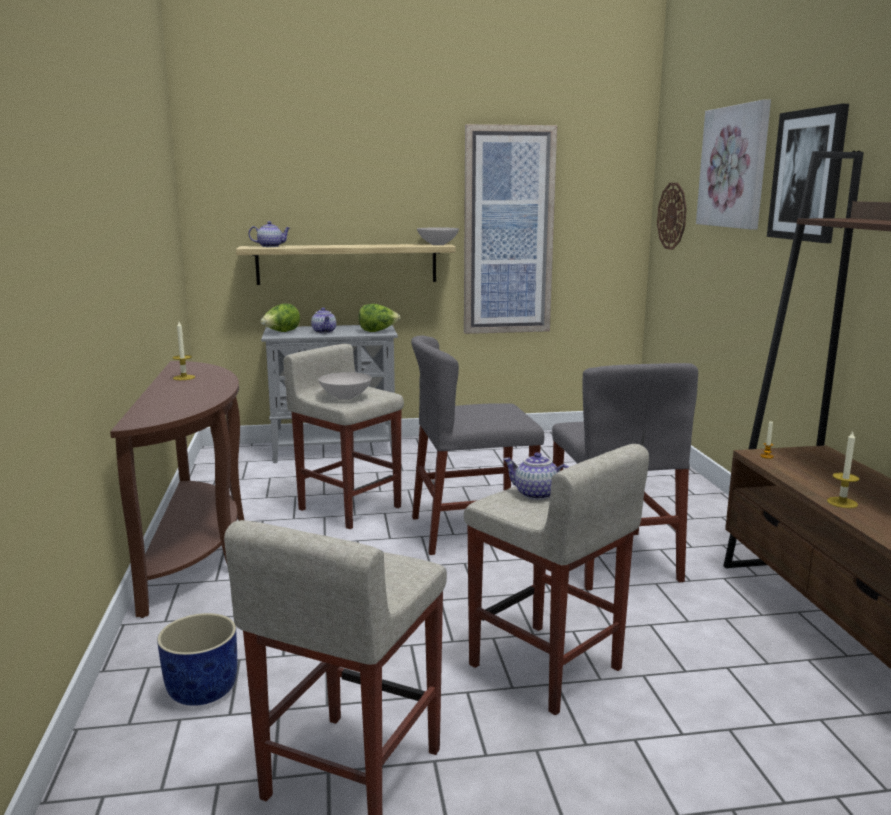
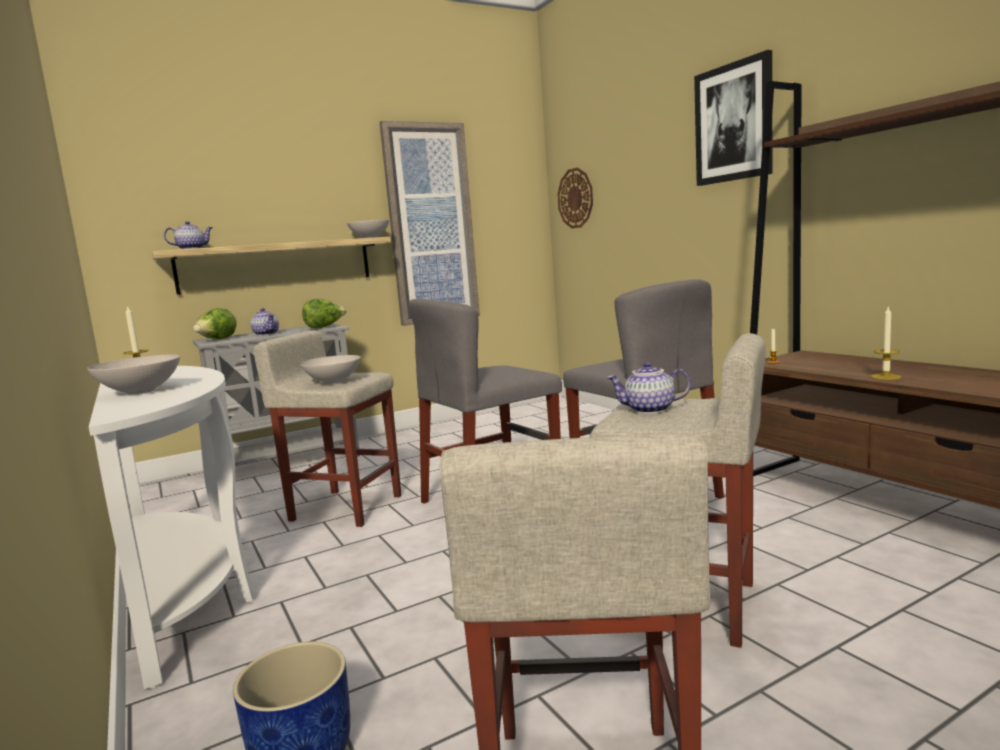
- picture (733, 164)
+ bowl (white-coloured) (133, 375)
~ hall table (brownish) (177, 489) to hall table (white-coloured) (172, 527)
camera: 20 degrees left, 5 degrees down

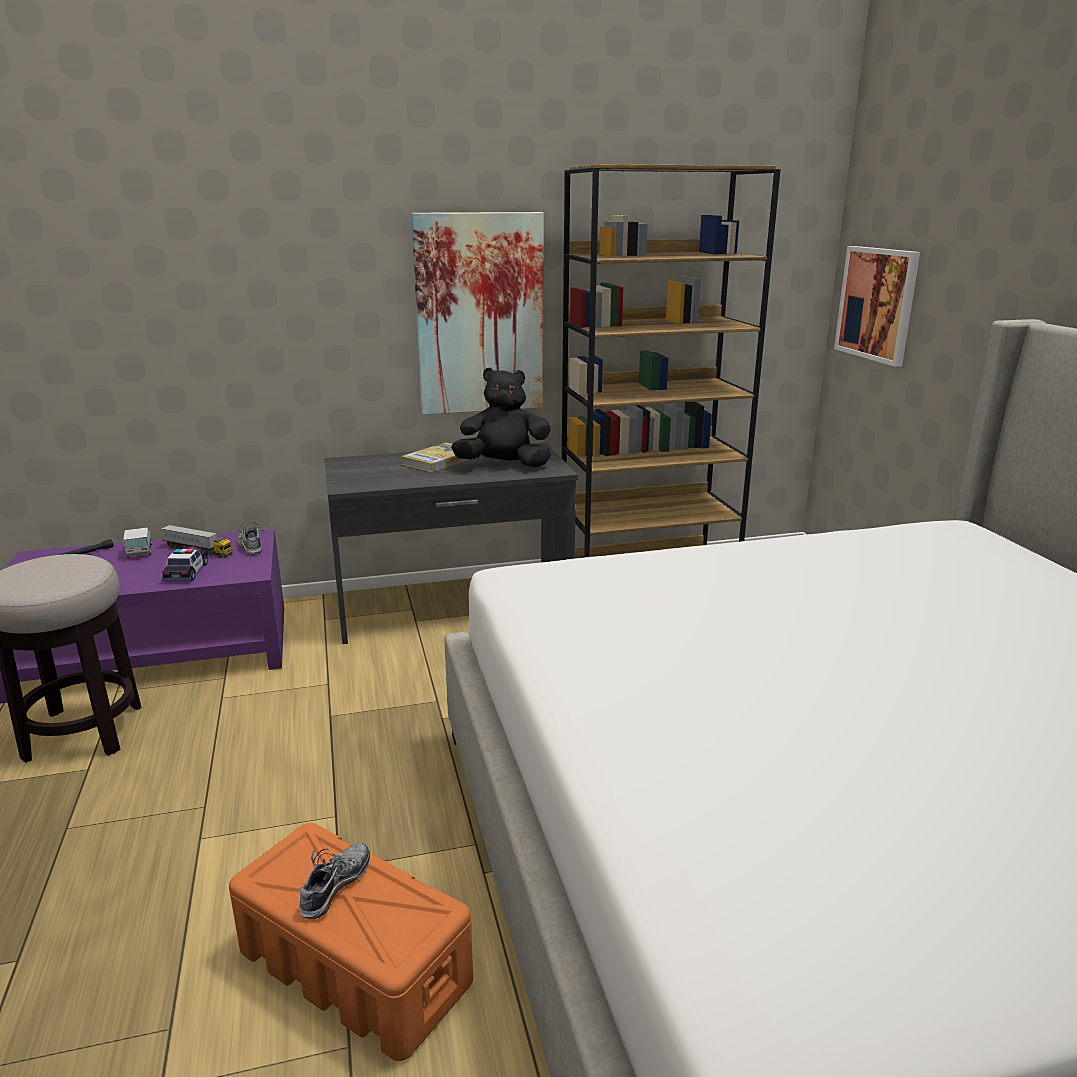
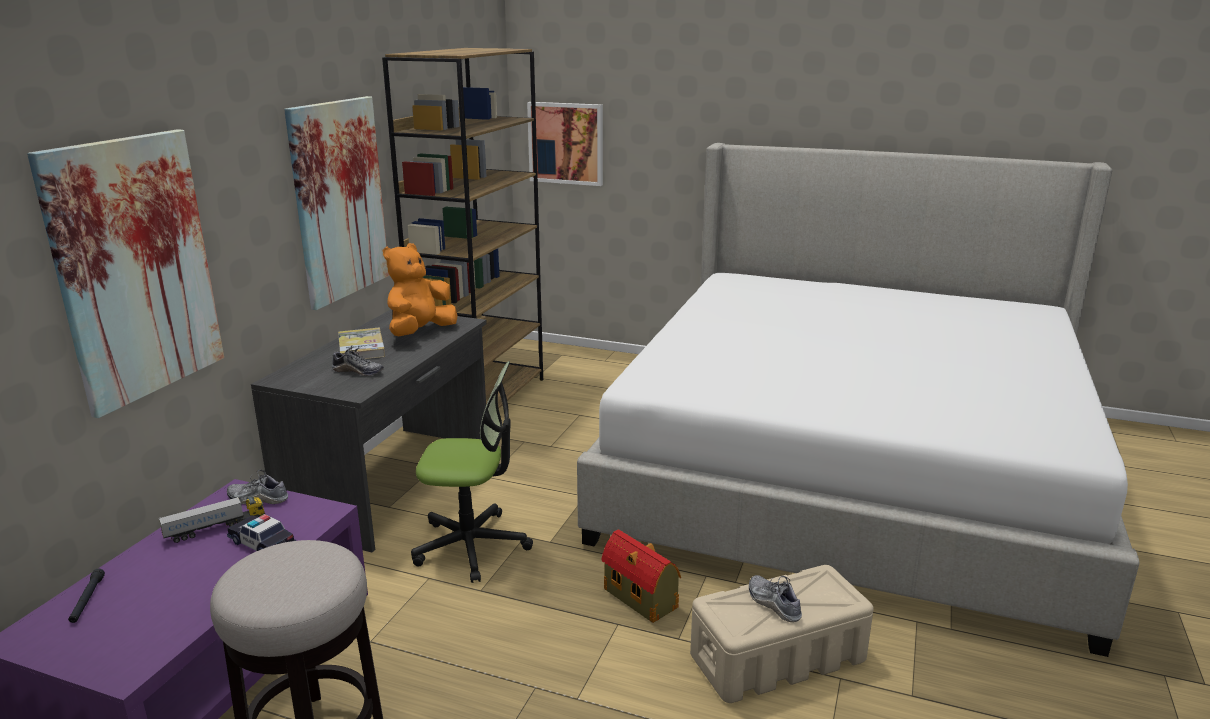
- toy truck (137, 542)
+ picture (125, 273)
+ item of footwear (358, 360)
+ computer chair (472, 472)
+ miniature house (641, 576)
~ storage box (orangey) (351, 942) to storage box (beige) (782, 634)
~ plush toy (black-coloured) (501, 417) to plush toy (orangey) (420, 289)
camera: 55 degrees left, 0 degrees up

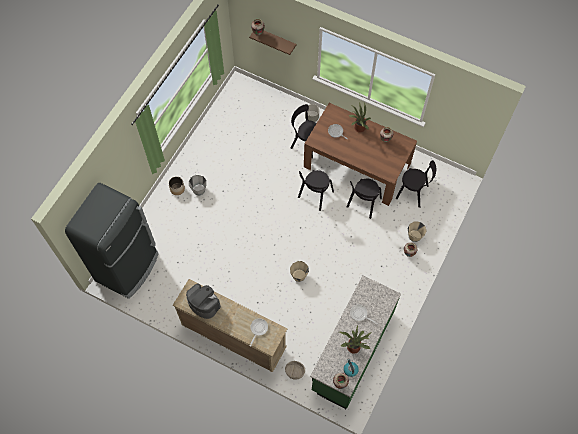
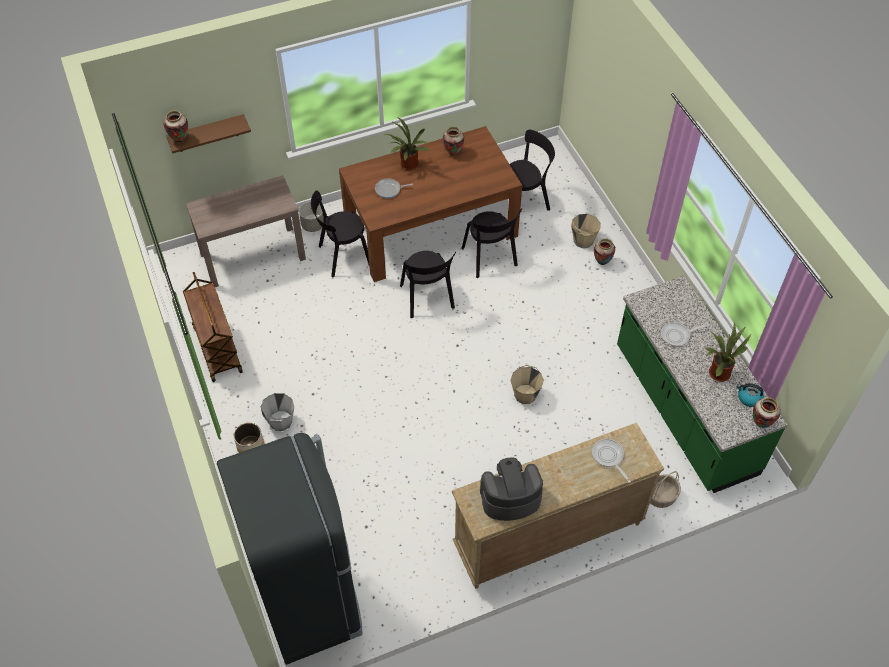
+ trolley (brownish) (213, 327)
+ hall table (brownish) (246, 231)
camera: 50 degrees left, 10 degrees down

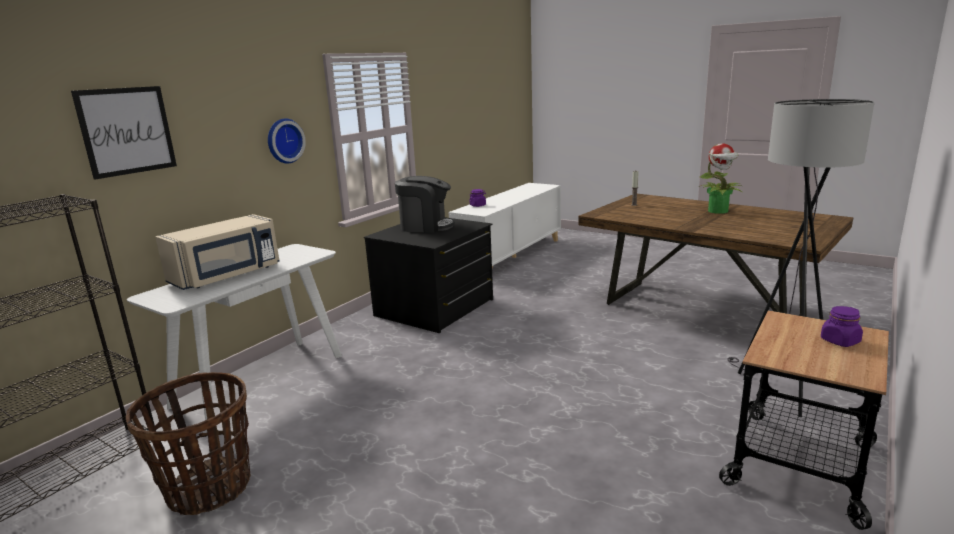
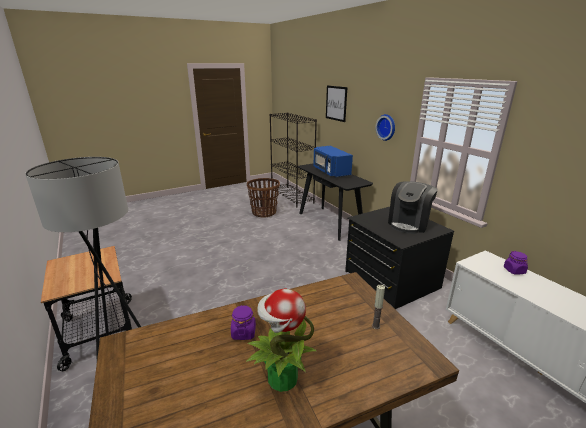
~ jar (purple-coloured) (842, 326) to (243, 322)
~ hall table (white-coloured) (234, 332) to hall table (black-coloured) (335, 202)
~ kitchen microwave (beige) (217, 252) to kitchen microwave (blue-coloured) (333, 162)
camera: 115 degrees right, 5 degrees up

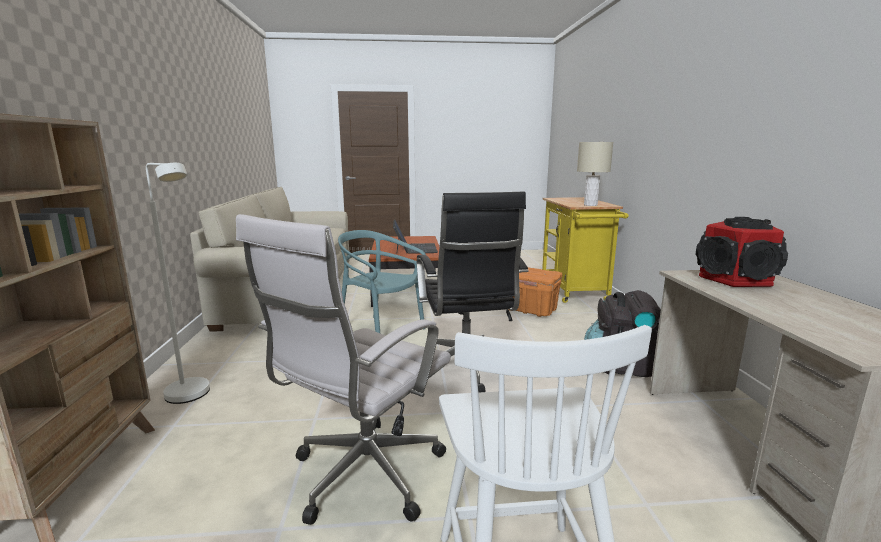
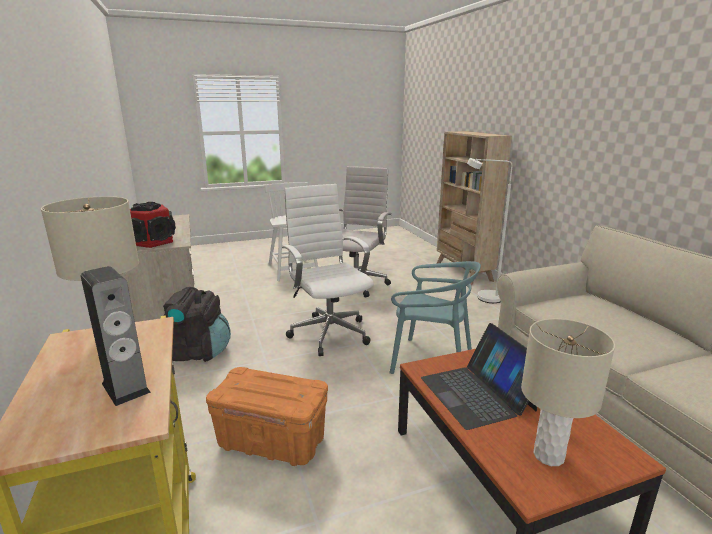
+ audio speaker (116, 336)
+ table lamp (beige) (568, 392)
~ computer chair (black-coloured) (472, 292) to computer chair (white-coloured) (328, 270)
camera: 165 degrees right, 5 degrees up

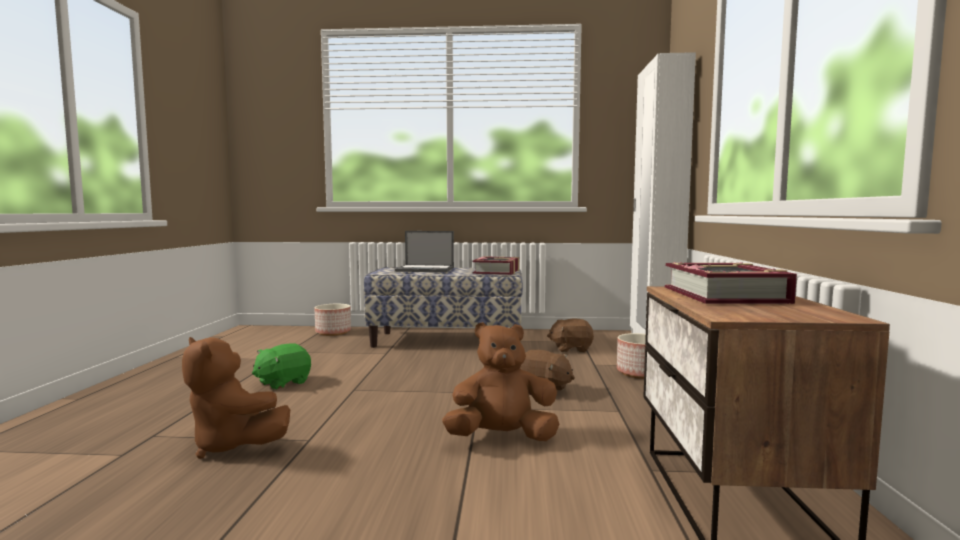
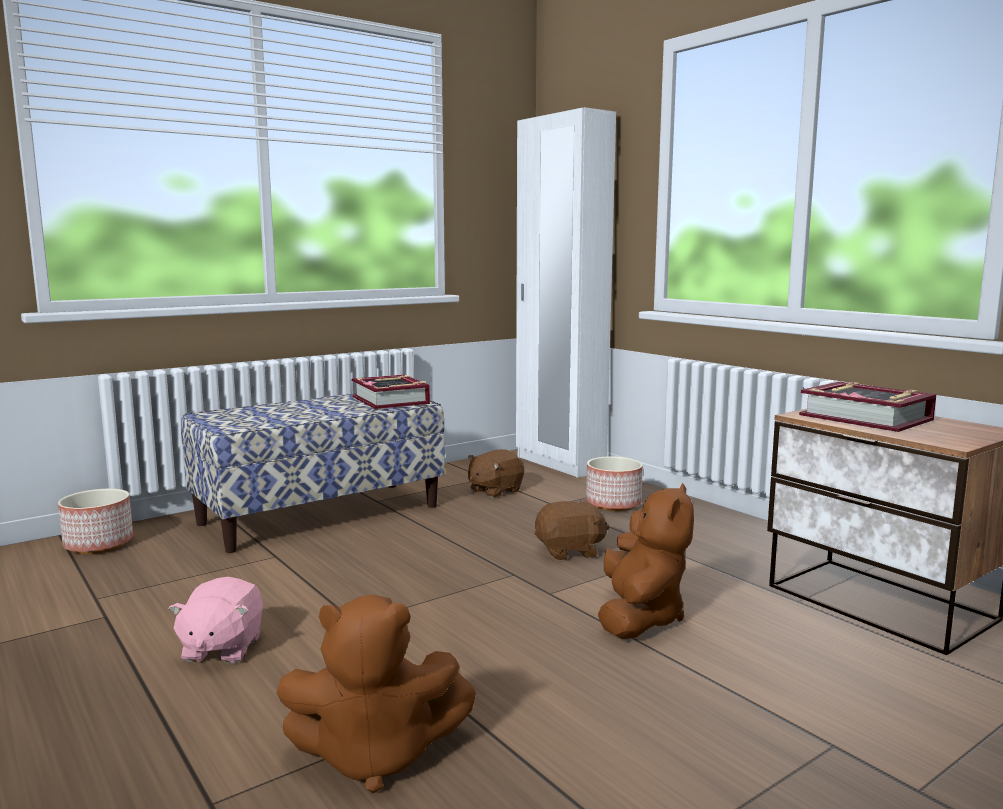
- notebook computer (424, 251)
~ plush toy (green-coloured) (281, 366) to plush toy (pinkish) (216, 620)
~ plush toy (brownish) (500, 381) = (646, 561) 150 degrees clockwise
camera: 40 degrees left, 5 degrees up

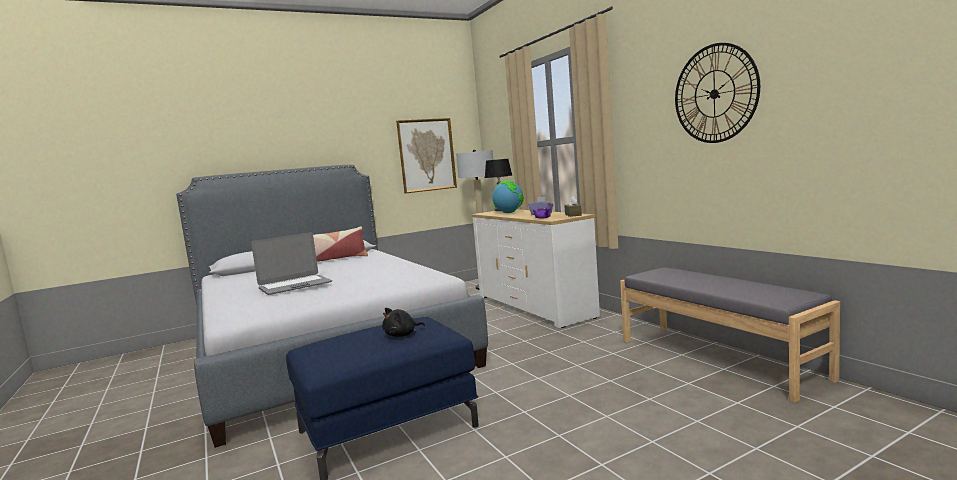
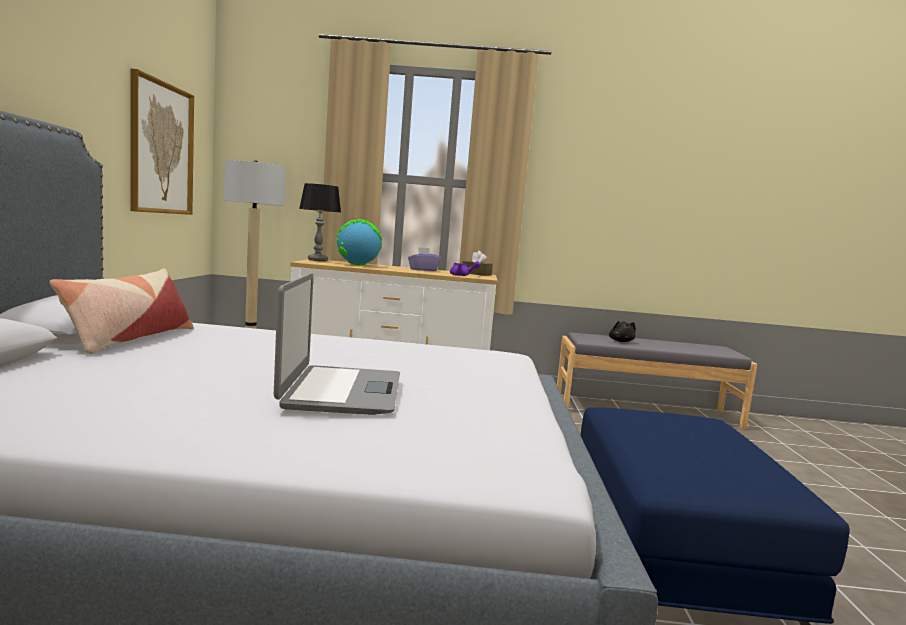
- clock on the wall (717, 93)
~ plush toy (black-coloured) (403, 322) to (622, 331)
camera: 60 degrees left, 0 degrees up

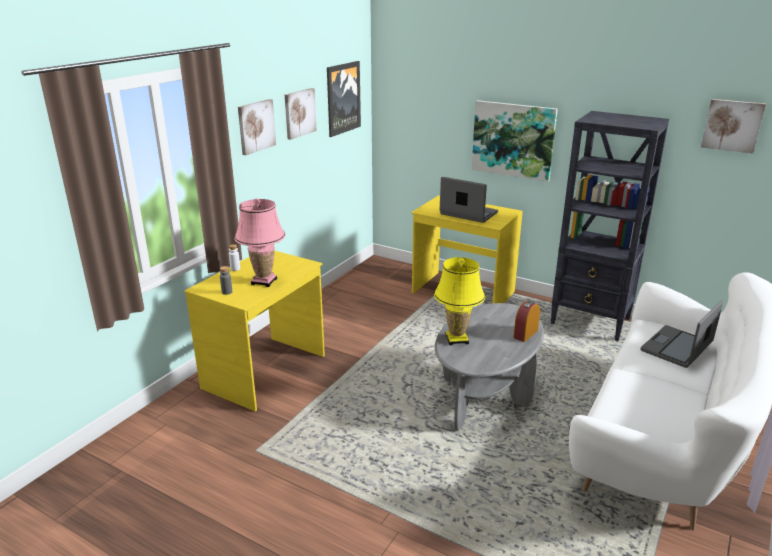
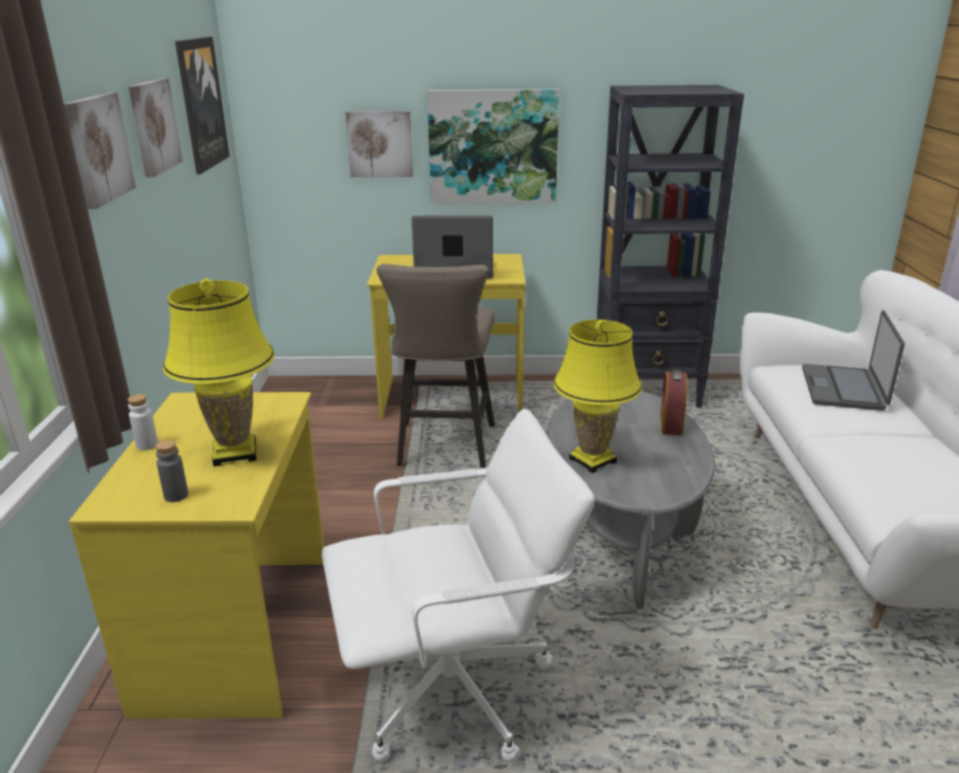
+ computer chair (white-coloured) (458, 585)
+ stool (beige) (435, 366)
~ picture (733, 126) to (379, 144)
~ table lamp (pinkish) (260, 242) to table lamp (yellowish) (219, 372)
camera: 30 degrees left, 0 degrees up

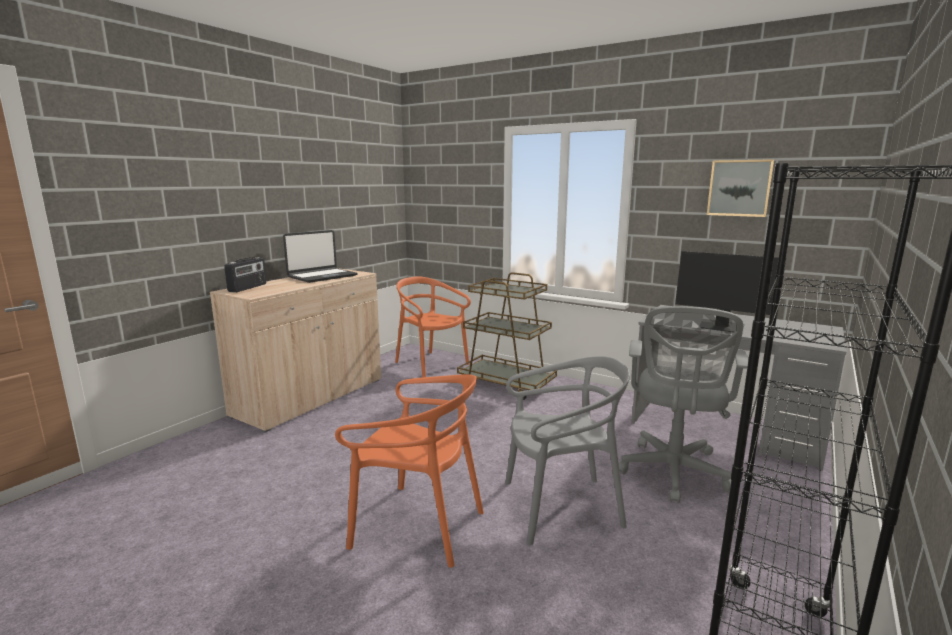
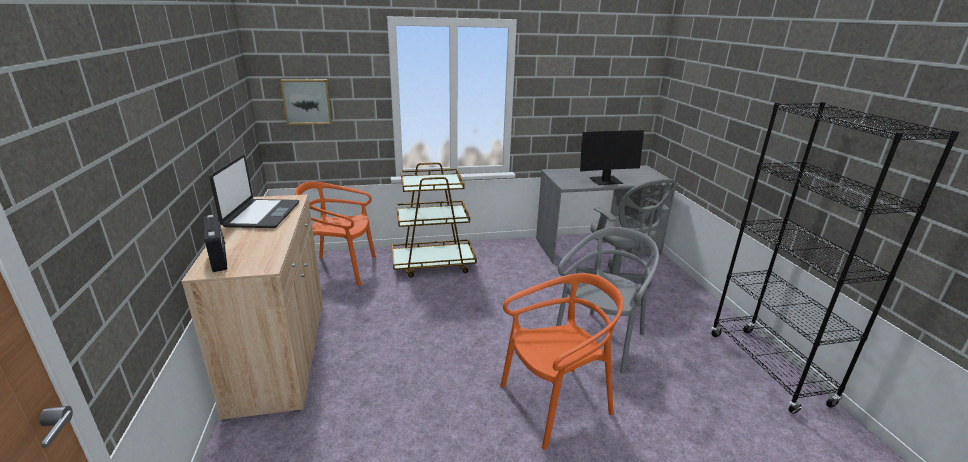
~ picture (740, 188) to (306, 102)
camera: 45 degrees left, 10 degrees up

